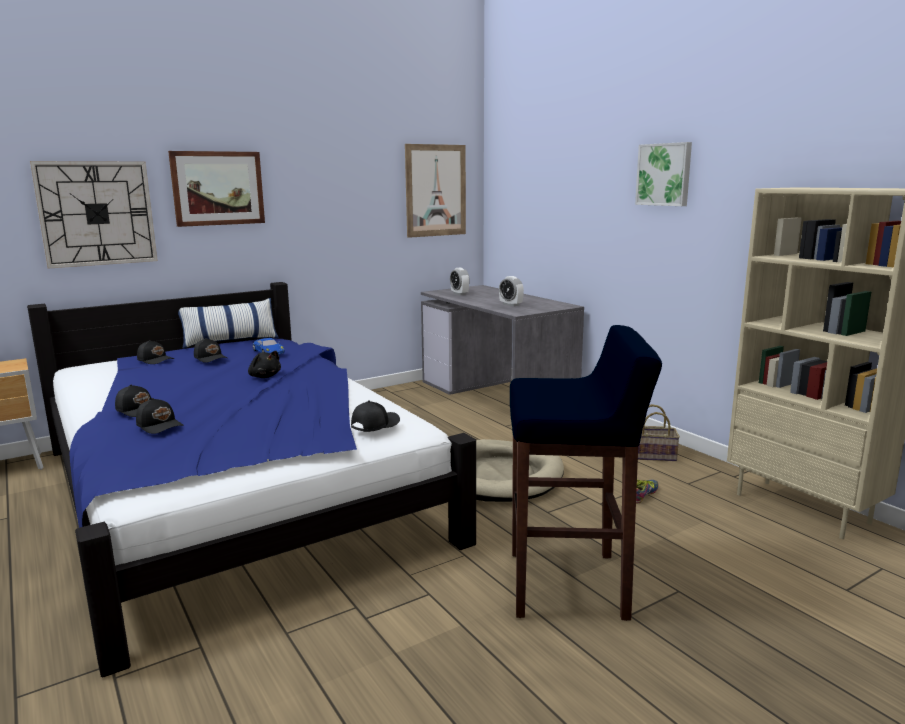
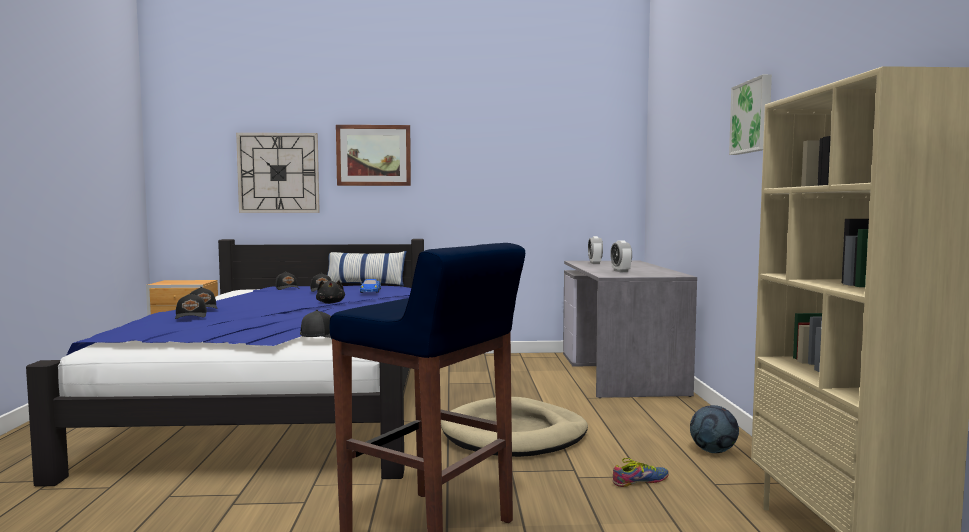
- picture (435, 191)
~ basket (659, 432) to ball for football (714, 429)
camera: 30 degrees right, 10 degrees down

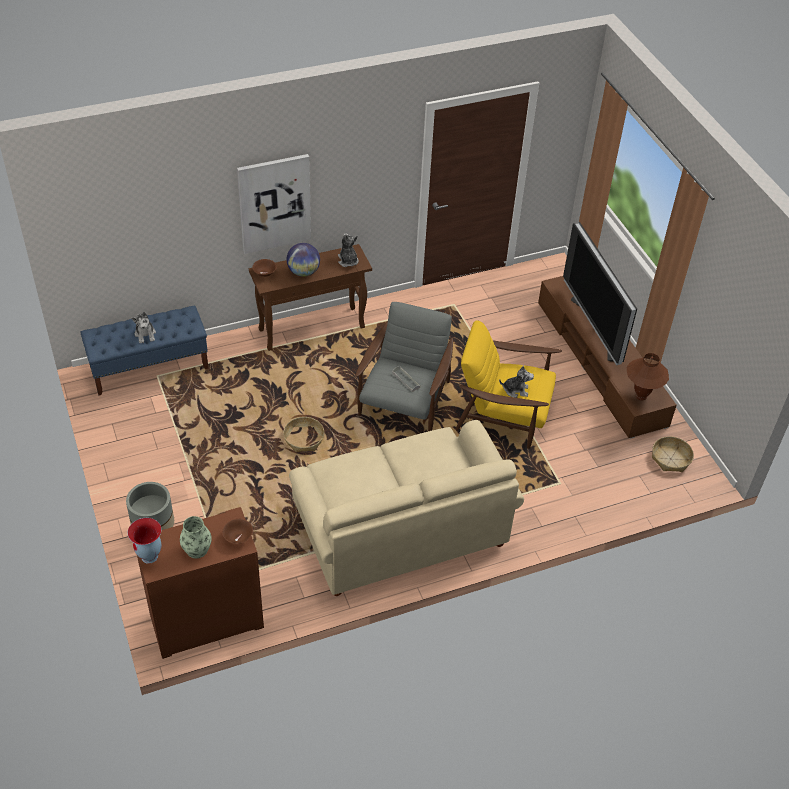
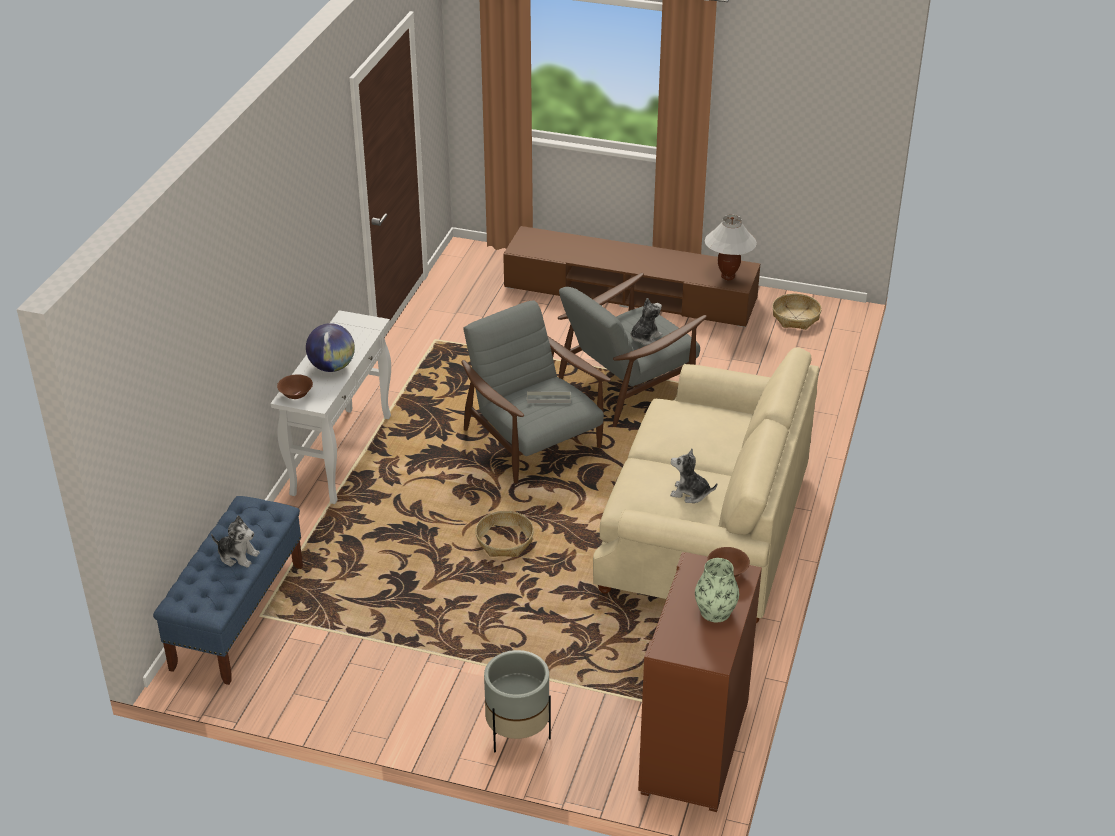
- flower vase (144, 541)
- picture (274, 204)
- television (600, 293)
~ plush toy (348, 250) to (693, 476)
~ hall table (brownish) (310, 297) to hall table (white-coloured) (331, 407)
~ lounge chair (yellowish) (509, 384) to lounge chair (grey) (632, 350)
~ table lamp (brownish) (648, 377) to table lamp (white-coloured) (731, 247)
camera: 50 degrees left, 10 degrees down

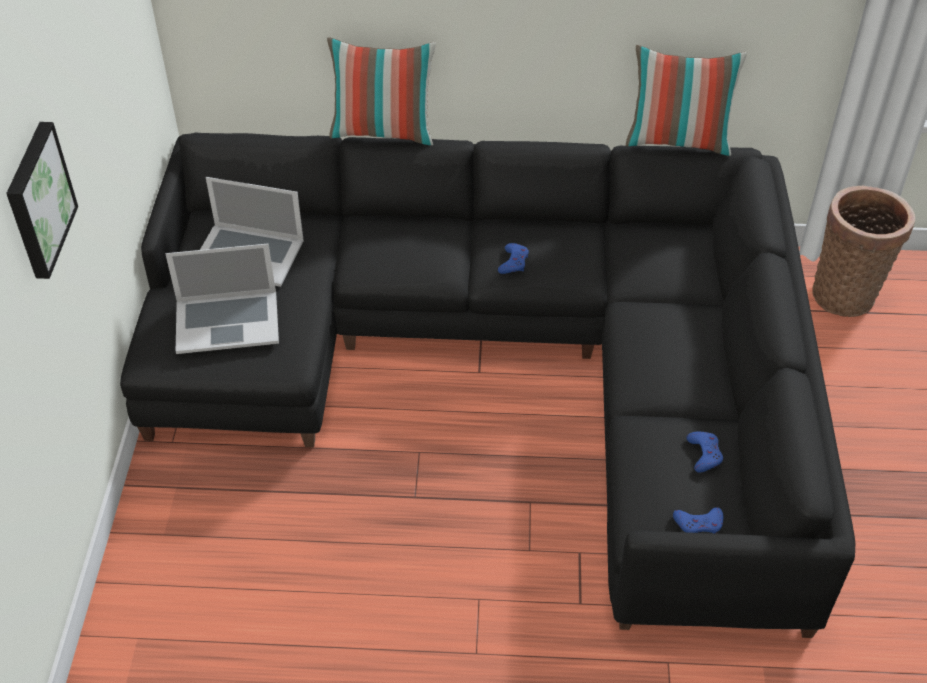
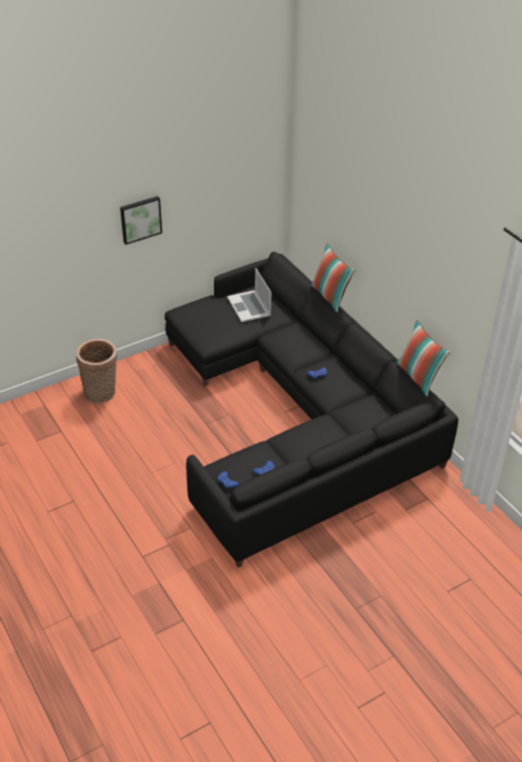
- notebook computer (222, 298)
~ basket (863, 251) to (96, 371)
camera: 55 degrees right, 5 degrees down

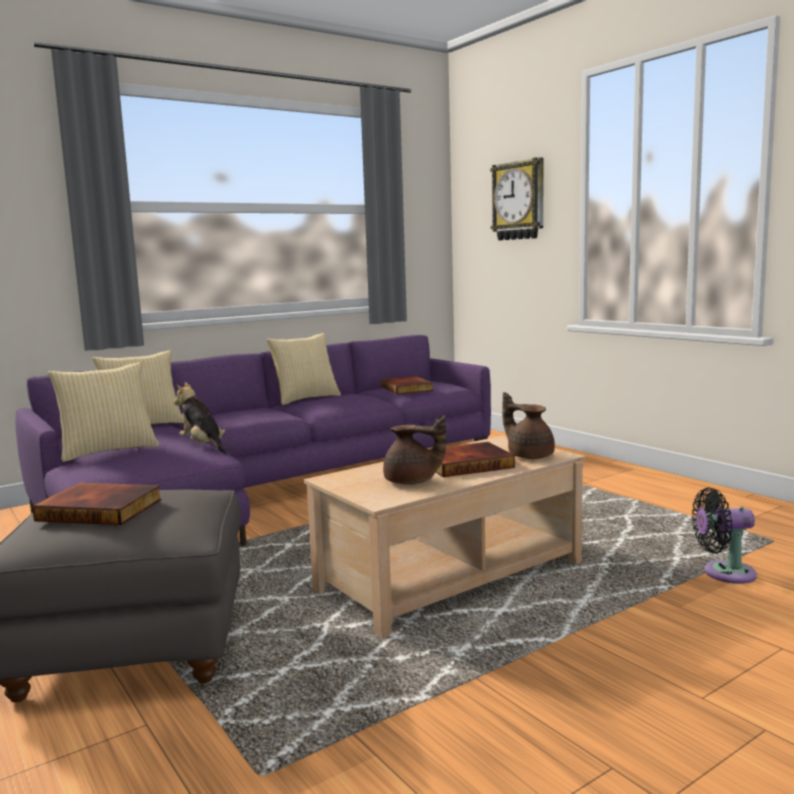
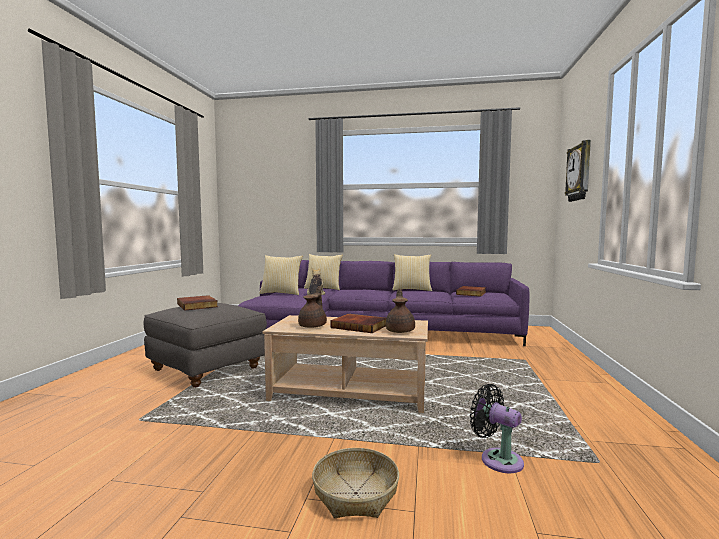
+ basket (355, 483)
~ teapot (brownish) (414, 450) = (312, 307) 135 degrees counterclockwise
camera: 45 degrees right, 5 degrees down

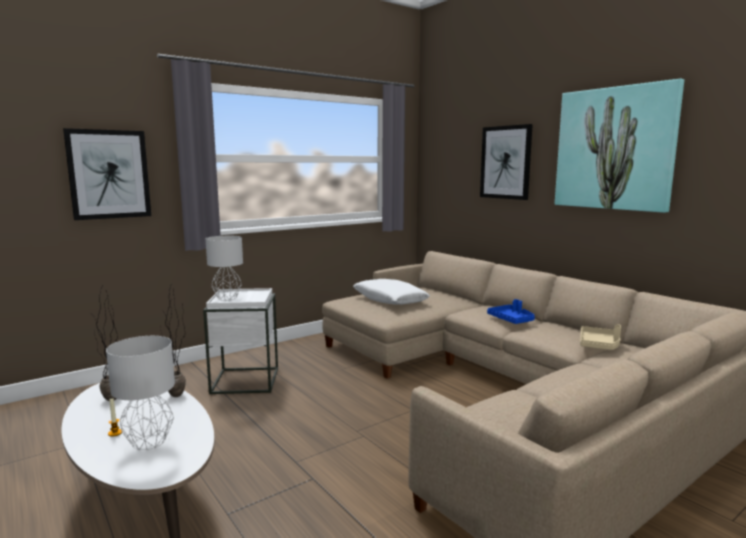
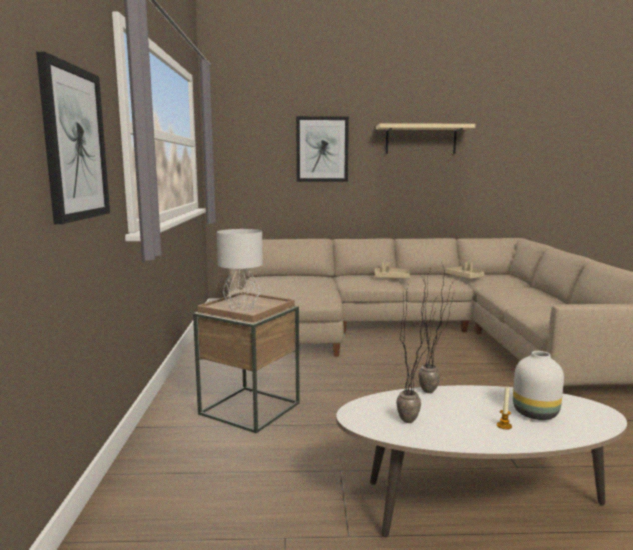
- throw pillow (white-coloured) (391, 292)
~ table lamp (grey) (140, 393) to flower vase (white-coloured) (538, 385)
~ picture (619, 146) to wall shelf (beige) (425, 138)
~ end table (white-coloured) (240, 341) to end table (brownish) (246, 362)
~ serving tray (blue-coloured) (511, 311) to serving tray (beige) (392, 270)
camera: 55 degrees left, 0 degrees up

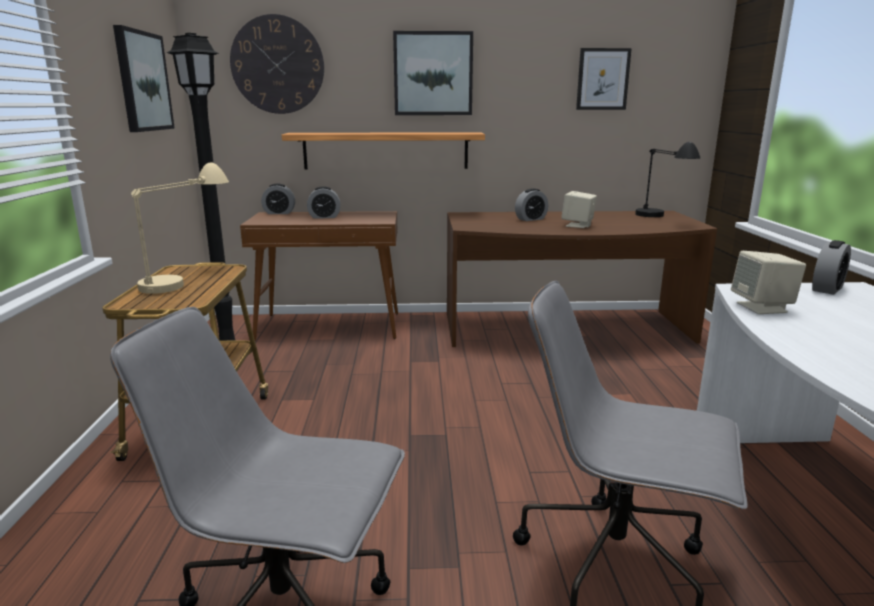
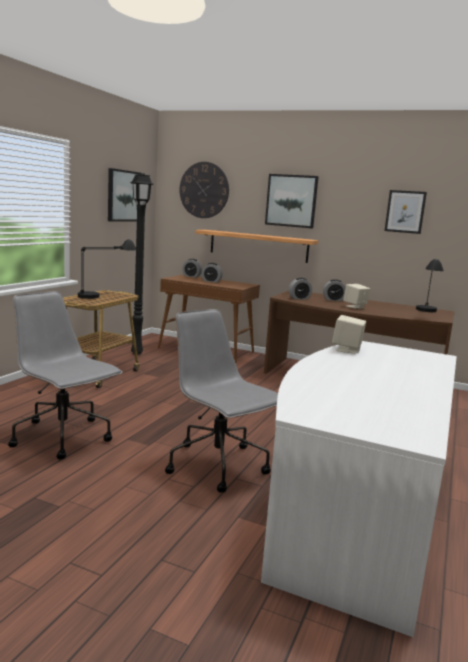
~ bedside clock (831, 267) to (300, 288)
~ table lamp (beige) (180, 228) to table lamp (black-coloured) (107, 269)
camera: 25 degrees right, 5 degrees down

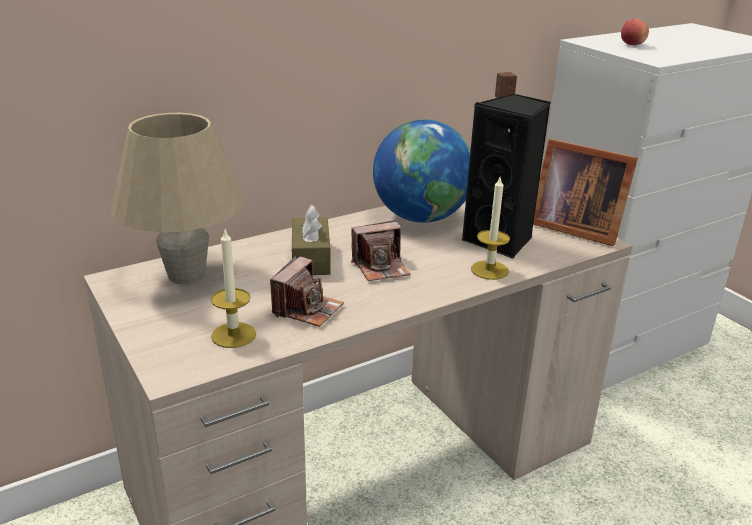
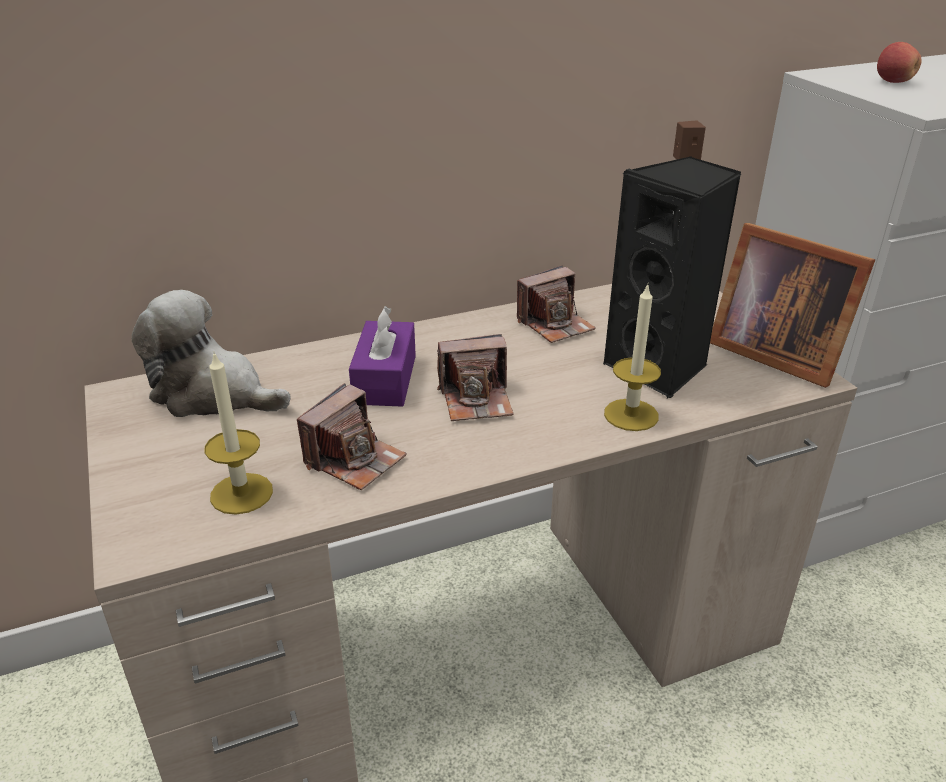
~ table lamp (beige) (177, 199) to plush toy (211, 353)
~ world globe (422, 171) to still camera (556, 304)
~ box of tissues (brownish) (311, 240) to box of tissues (purple-coloured) (382, 356)
camera: 10 degrees right, 5 degrees up

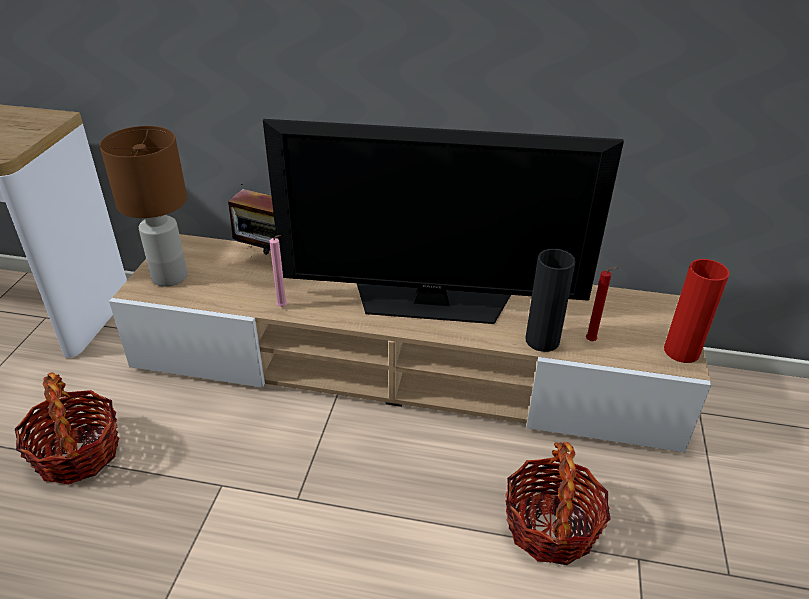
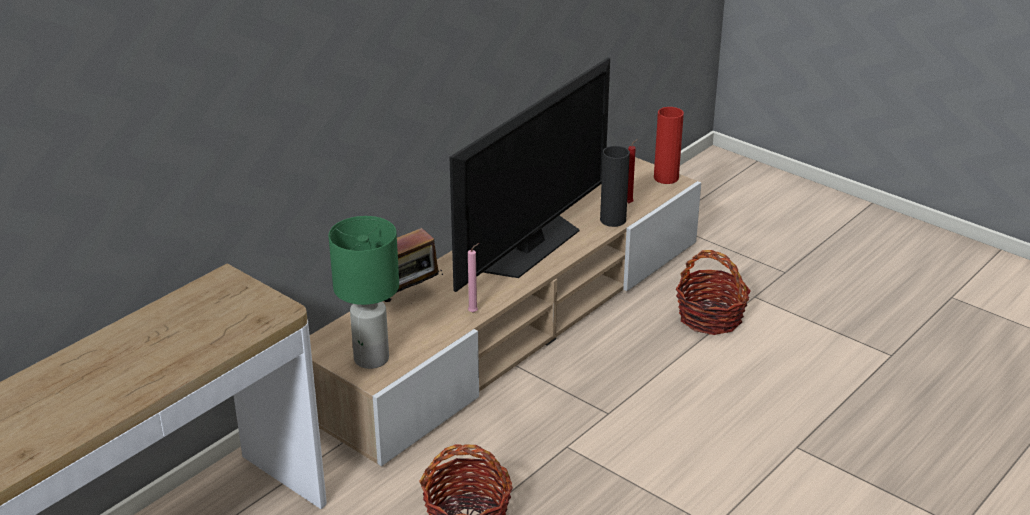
~ table lamp (brownish) (144, 206) to table lamp (green-coloured) (364, 292)
camera: 60 degrees left, 5 degrees down

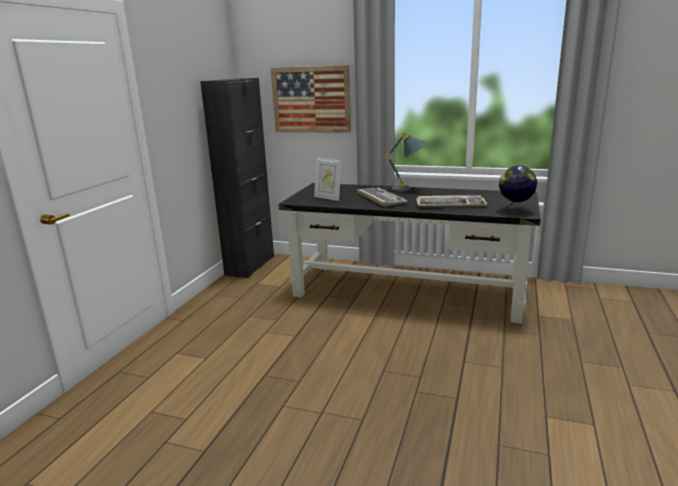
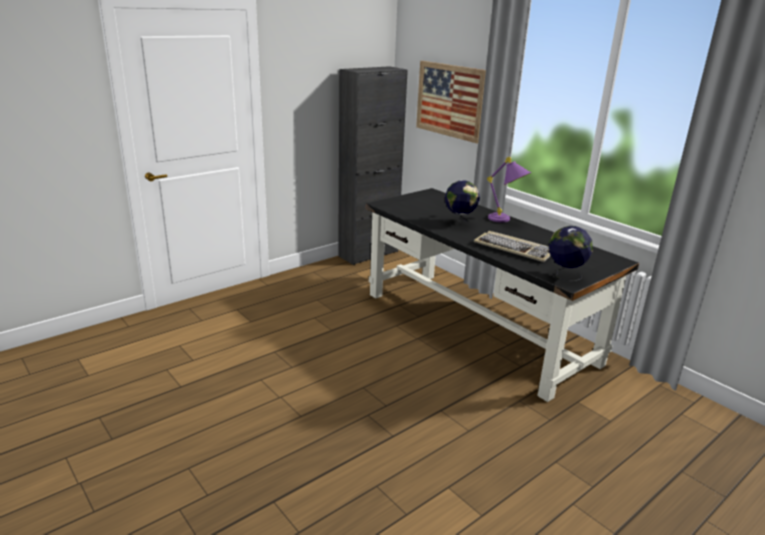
- picture frame (328, 179)
~ PC keyboard (382, 197) to world globe (462, 204)
~ table lamp (grey) (406, 162) to table lamp (purple-coloured) (509, 190)
camera: 30 degrees right, 5 degrees up

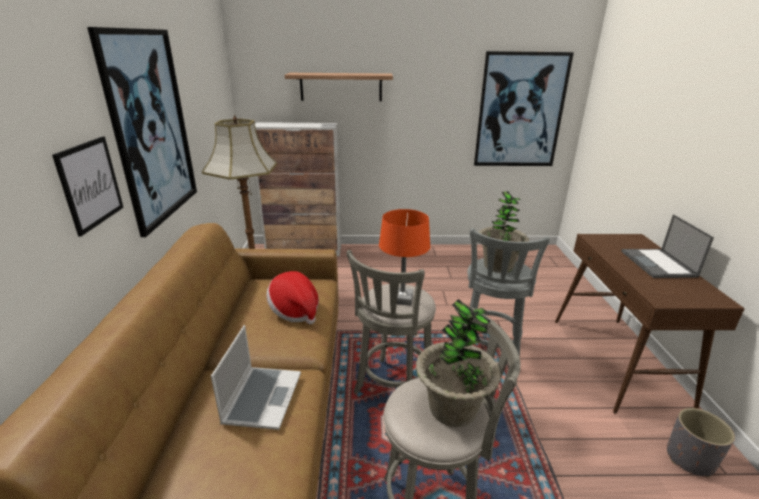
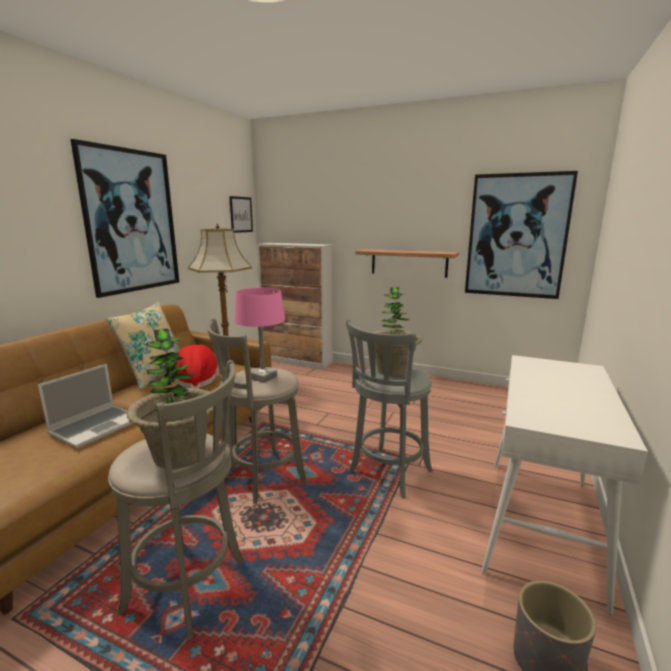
- notebook computer (667, 246)
+ throw pillow (beige) (142, 346)
~ picture (88, 186) to (241, 214)
~ wall shelf (339, 87) to (407, 263)
~ table lamp (orangey) (404, 257) to table lamp (pinkish) (260, 335)
~ hall table (brownish) (650, 324) to hall table (white-coloured) (564, 485)
camera: 25 degrees right, 10 degrees down

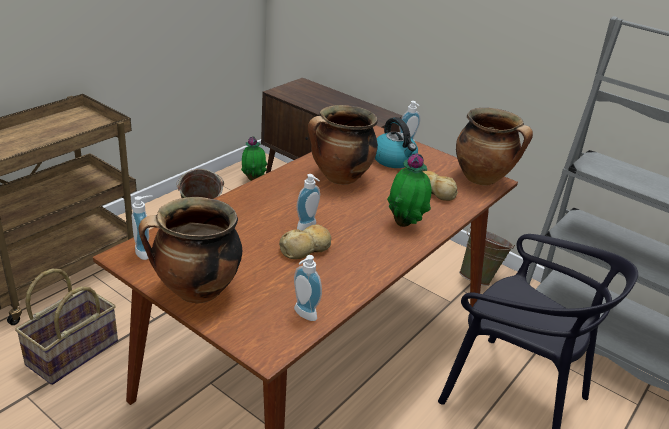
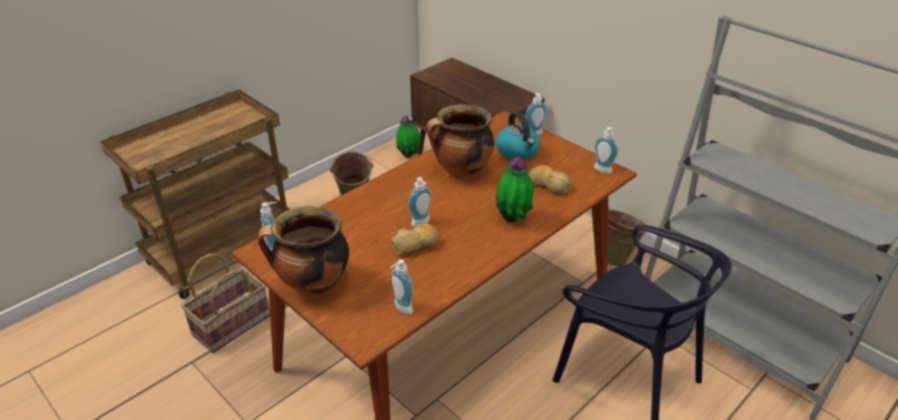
~ stockpot (494, 146) to liquid soap bottle (606, 150)
camera: 10 degrees right, 5 degrees up

